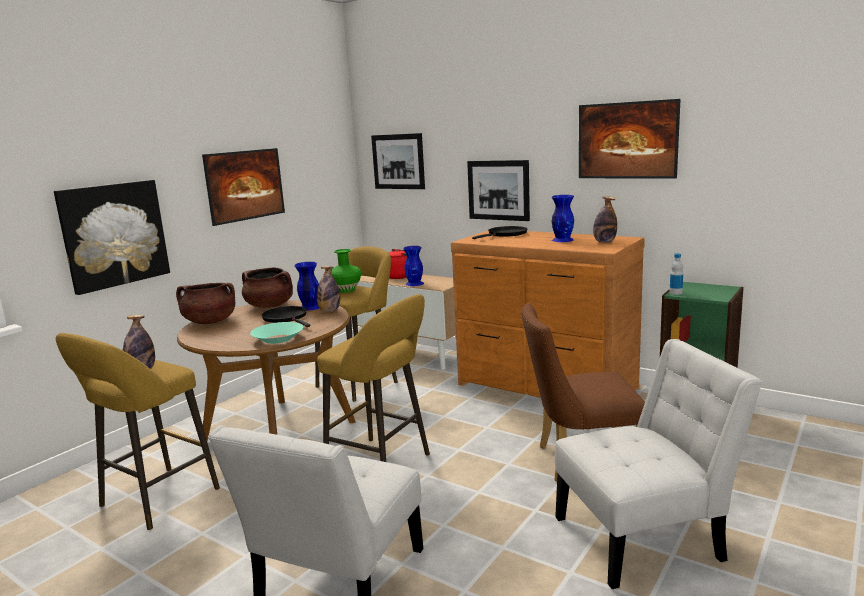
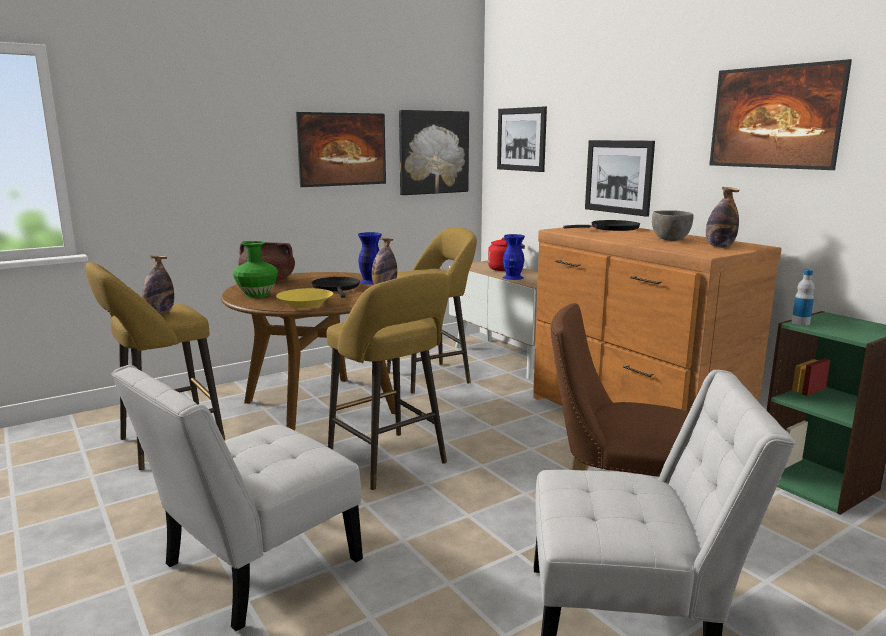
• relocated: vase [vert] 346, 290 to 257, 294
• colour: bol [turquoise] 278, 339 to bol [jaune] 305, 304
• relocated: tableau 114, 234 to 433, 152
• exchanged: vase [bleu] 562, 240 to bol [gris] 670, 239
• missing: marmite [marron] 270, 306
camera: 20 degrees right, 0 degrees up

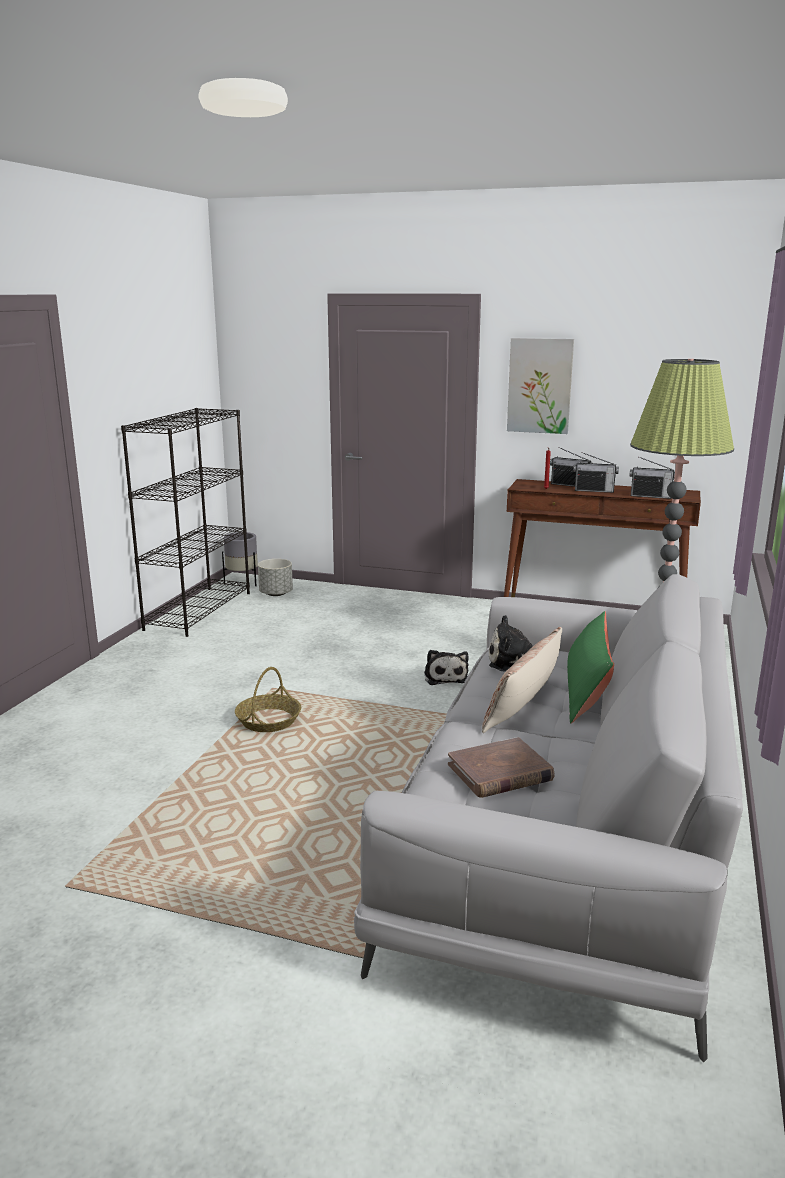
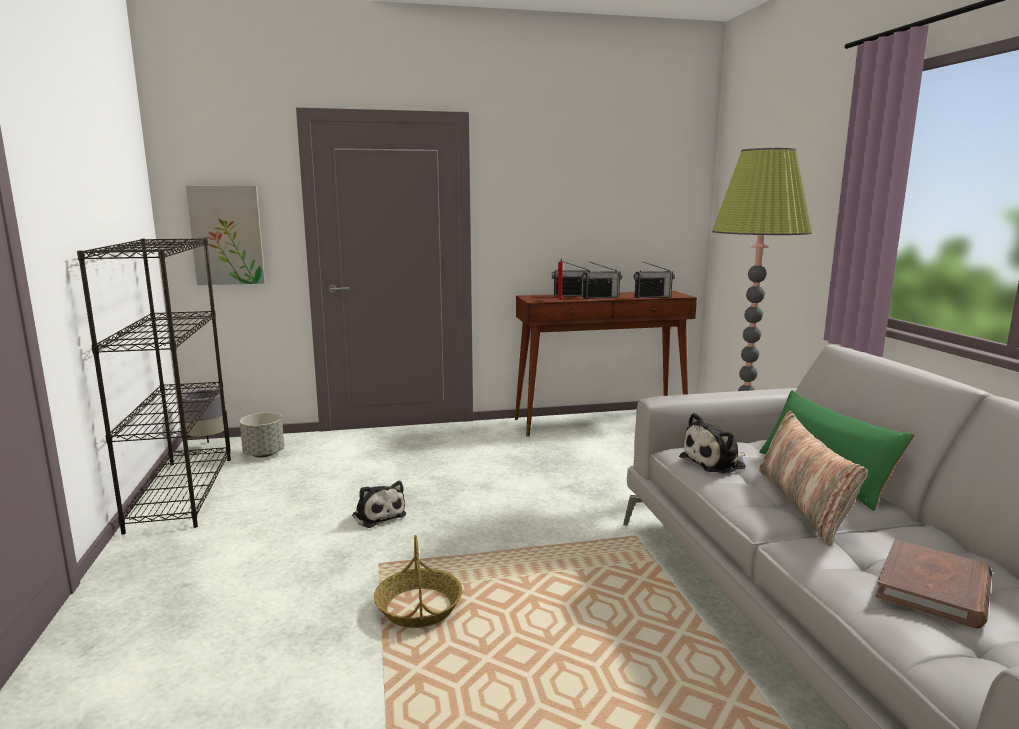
• relocated: tableau 540, 386 to 227, 235
• relocated: peluche 445, 677 to 378, 515
camera: 30 degrees left, 5 degrees down

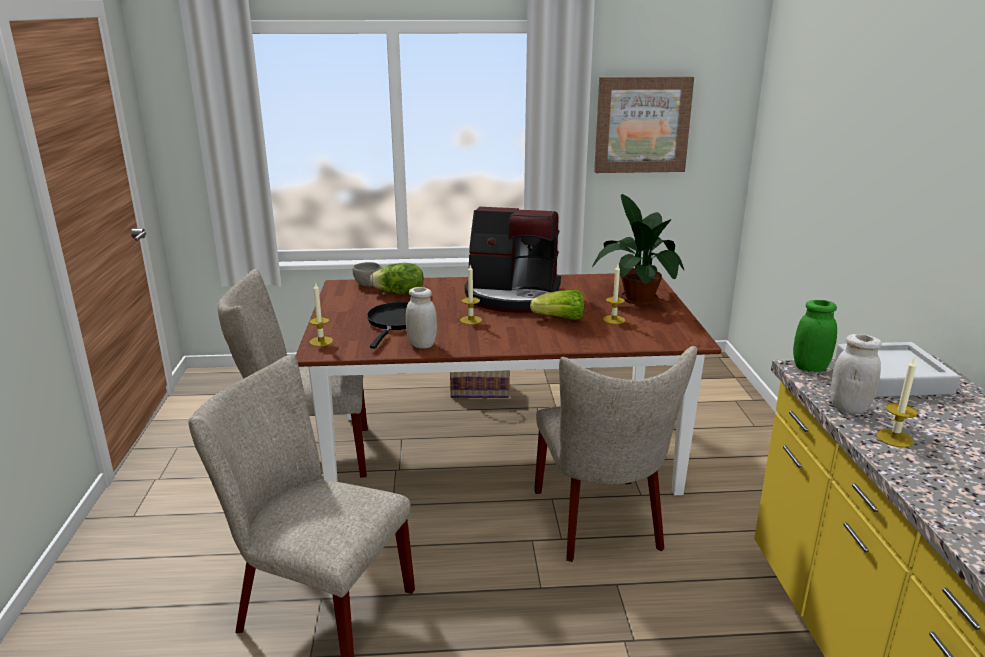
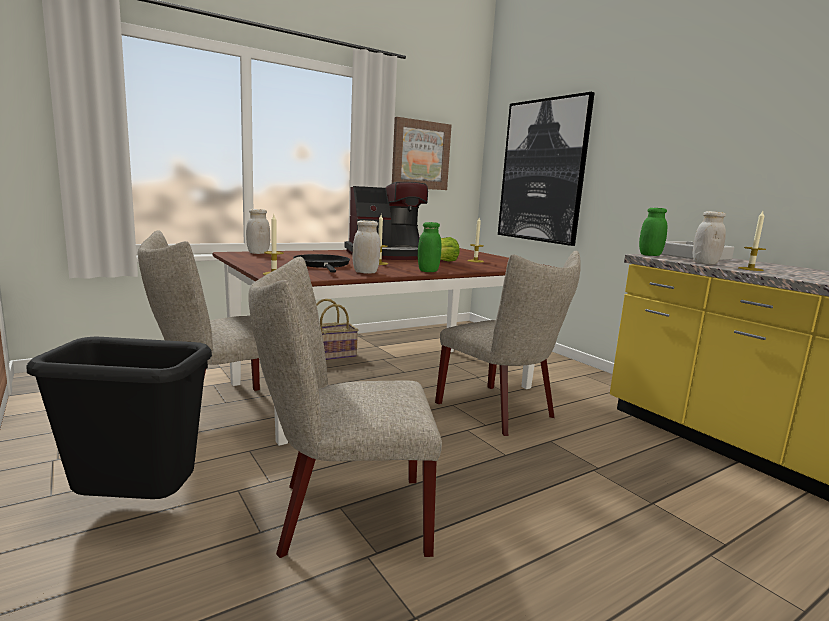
• appeared: poubelle [noir] 138, 509
• exchanged: bol [gris] 367, 285 to bocal [blanc] 258, 253
• appeared: bocal [vert] 428, 271
• appeared: tableau 542, 171
• missing: laitue 399, 293
• missing: plante en pot 637, 297
camera: 30 degrees left, 10 degrees down

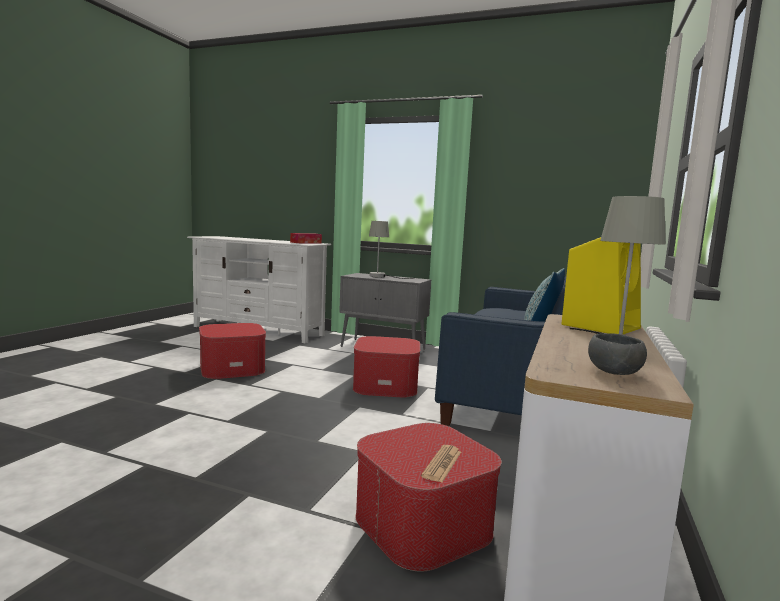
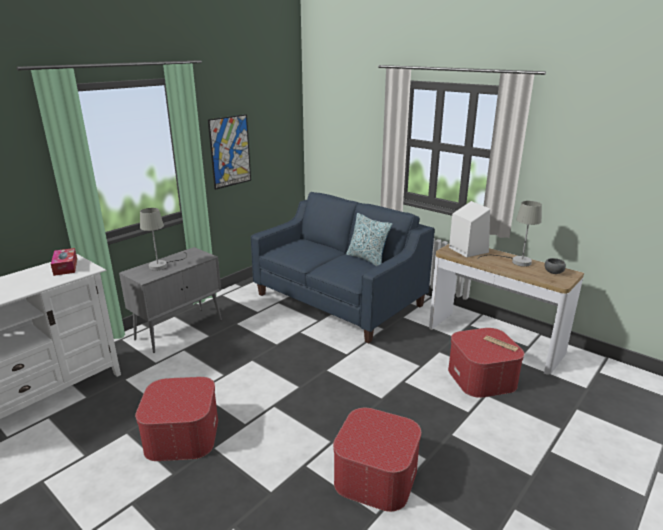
• appeared: tableau 230, 151
• relocated: pouf 386, 385 to 375, 475
• colour: enceinte [jaune] 601, 326 to enceinte [blanc] 467, 250
camera: 70 degrees left, 15 degrees up

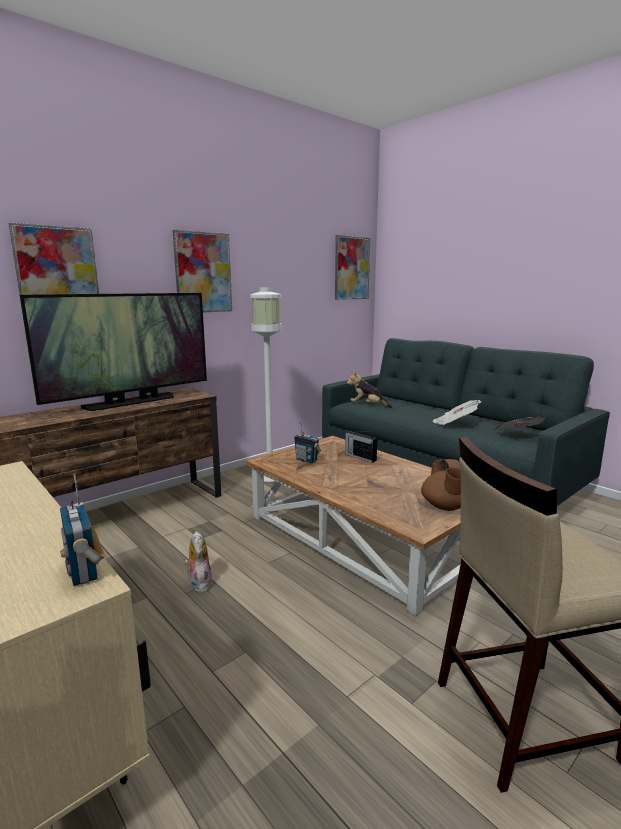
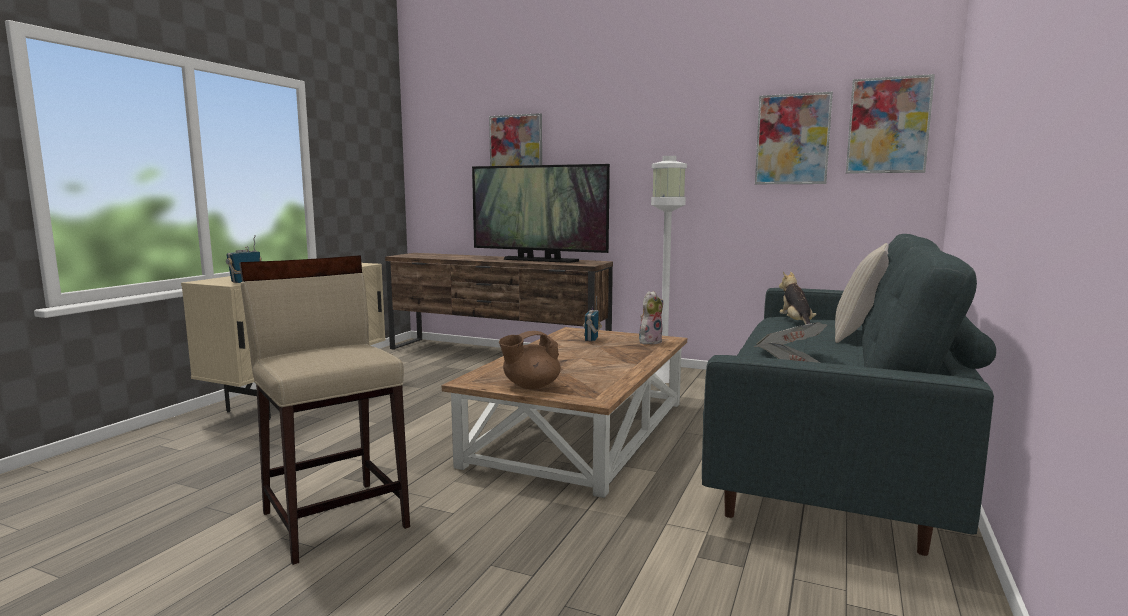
• relocated: peluche 199, 584 to 650, 341
• relocated: tableau 203, 273 to 792, 139
• appeared: coussin [beige] 859, 335
• missing: radio 360, 457
camera: 65 degrees right, 5 degrees down

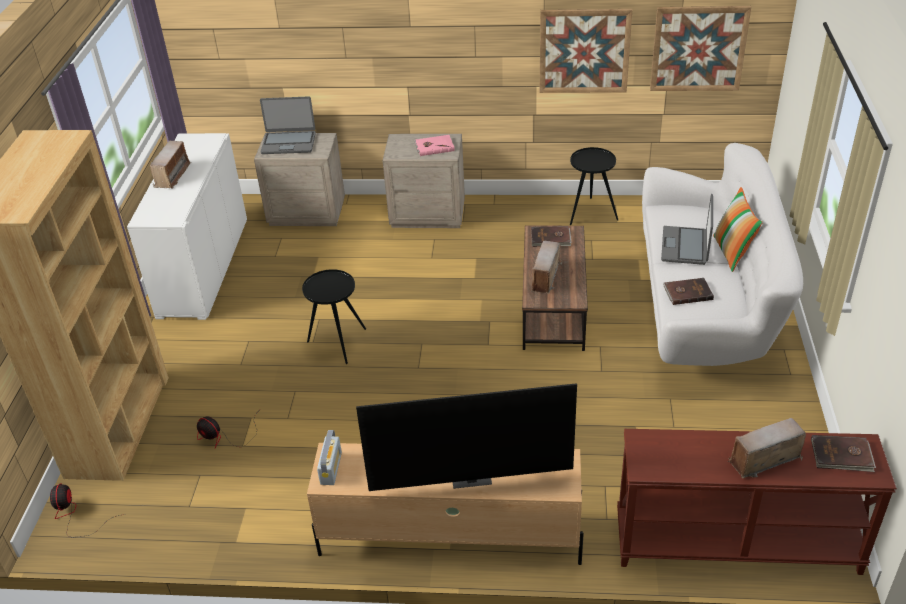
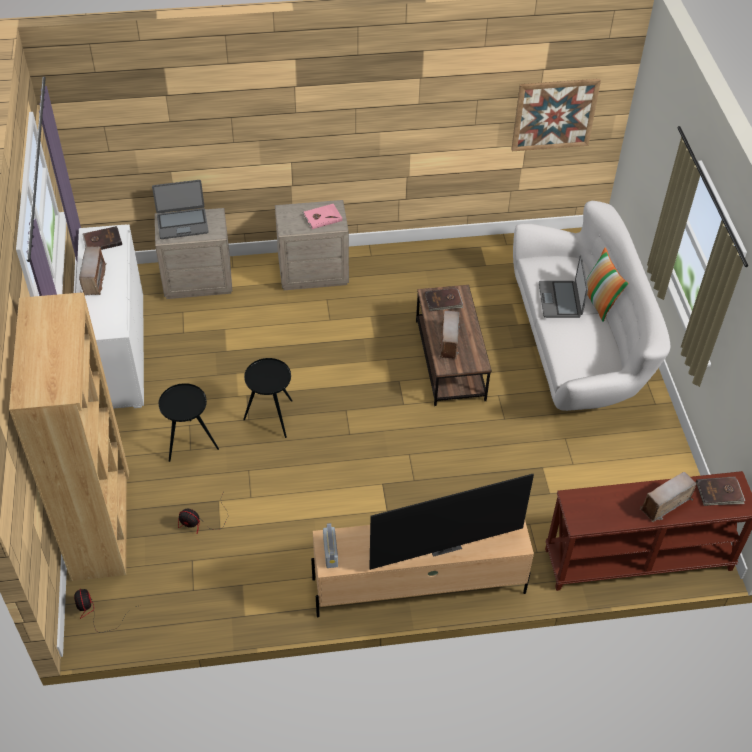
• relocated: livre [marron] 687, 292 to 102, 240
• relocated: table d'appoint [noir] 590, 214 to 190, 444
• missing: tableau 584, 51
camera: 15 degrees left, 10 degrees up

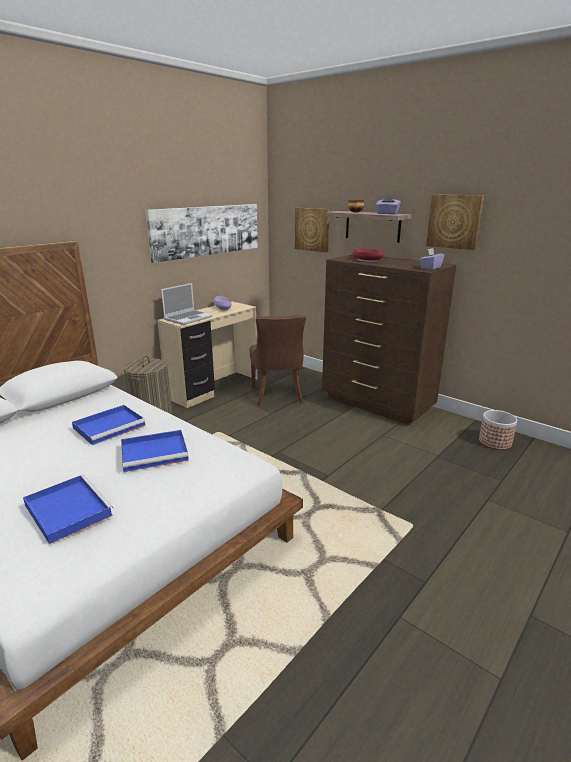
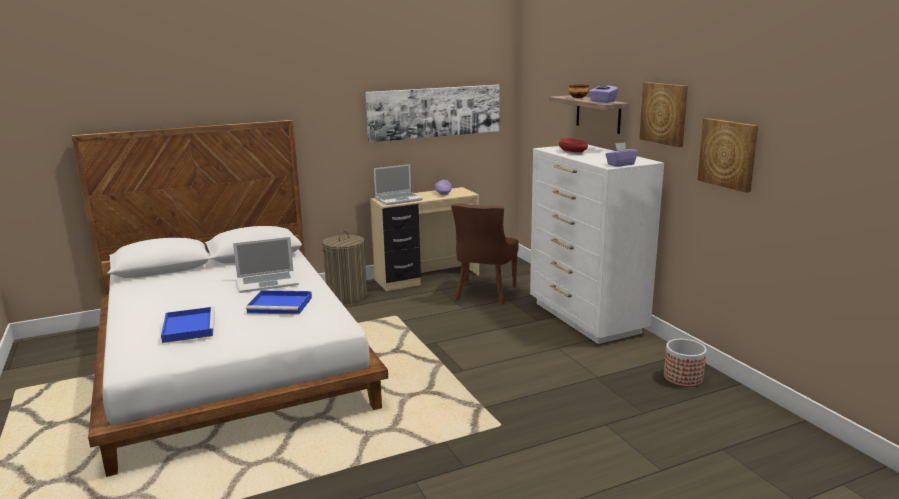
• exchanged: plateau [bleu] 110, 426 to ordinateur portable 267, 281
• colour: commode [marron] 377, 403 to commode [blanc] 585, 318
• relocated: tableau 312, 229 to 728, 154
camera: 25 degrees right, 5 degrees down

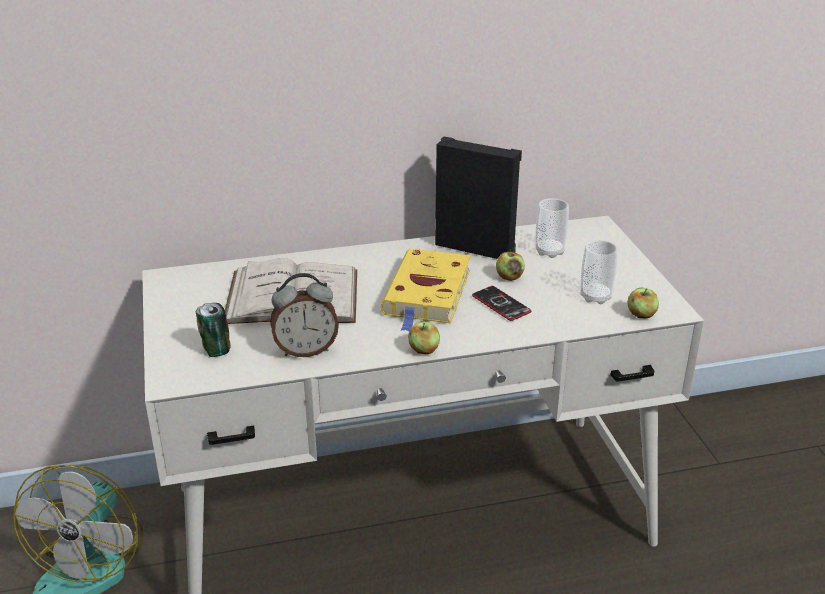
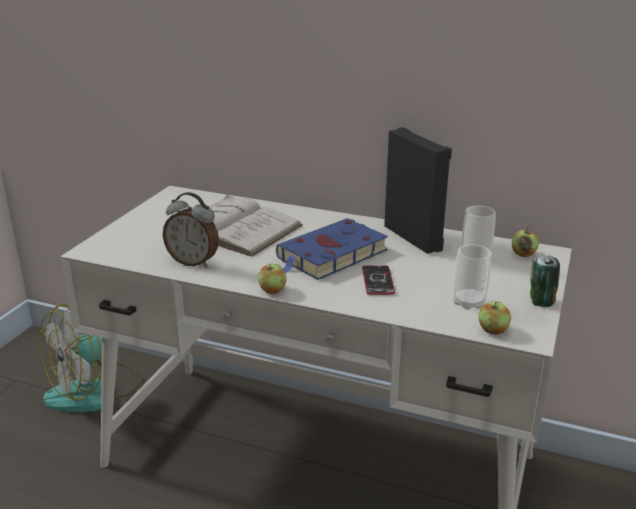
• colour: livre [jaune] 427, 294 to livre [bleu] 330, 256
• relocated: pomme 509, 277 to 523, 254
• relocated: boîte métallique 216, 351 to 540, 301
camera: 35 degrees right, 5 degrees down

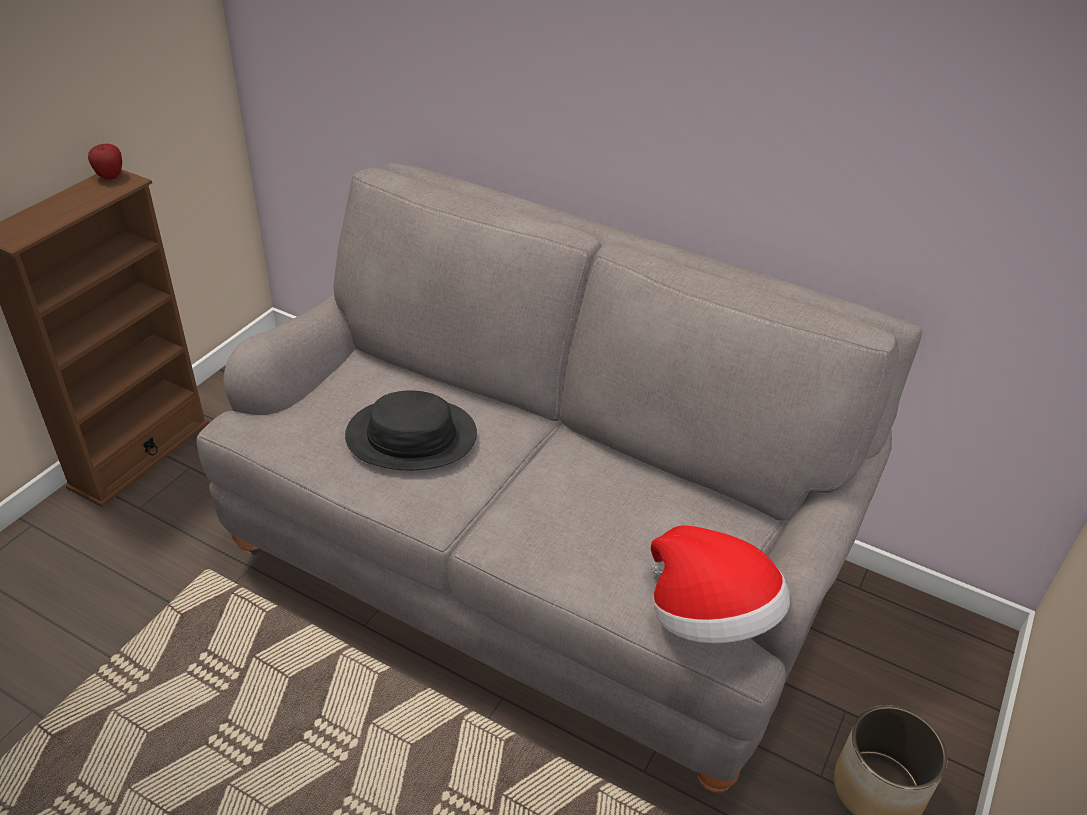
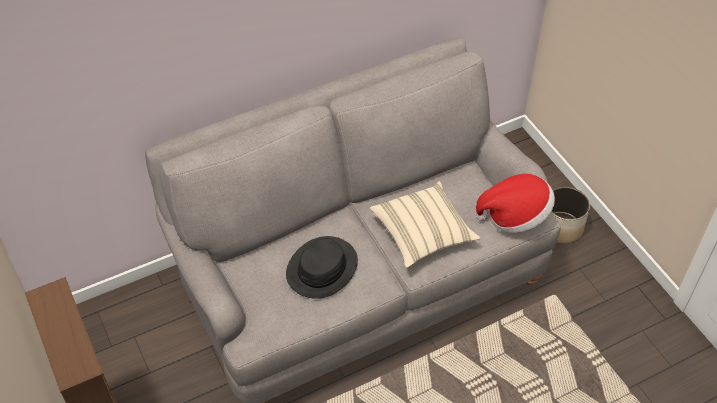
• appeared: coussin [beige] 423, 233
• missing: pomme 110, 176
camera: 55 degrees left, 10 degrees up

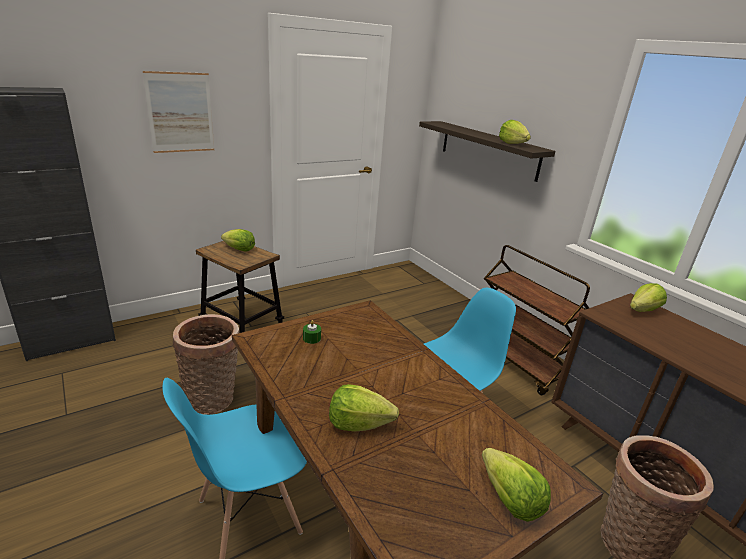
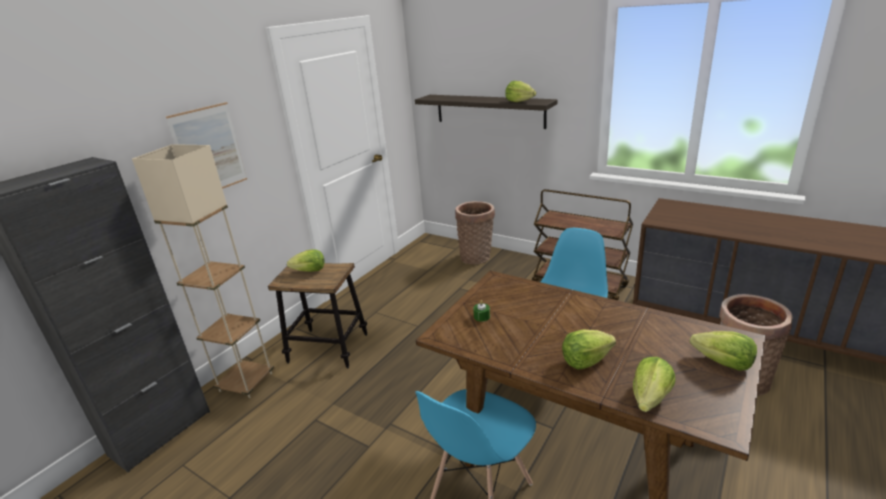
• appeared: lampadaire [beige] 246, 382
• relocated: panier 213, 399 to 477, 256
• relocated: laitue 642, 310 to 650, 398
camera: 20 degrees left, 0 degrees up

